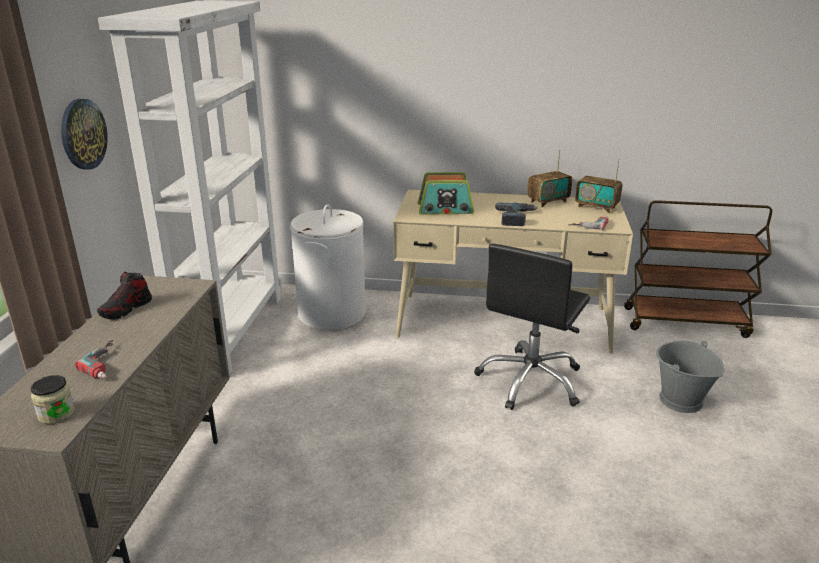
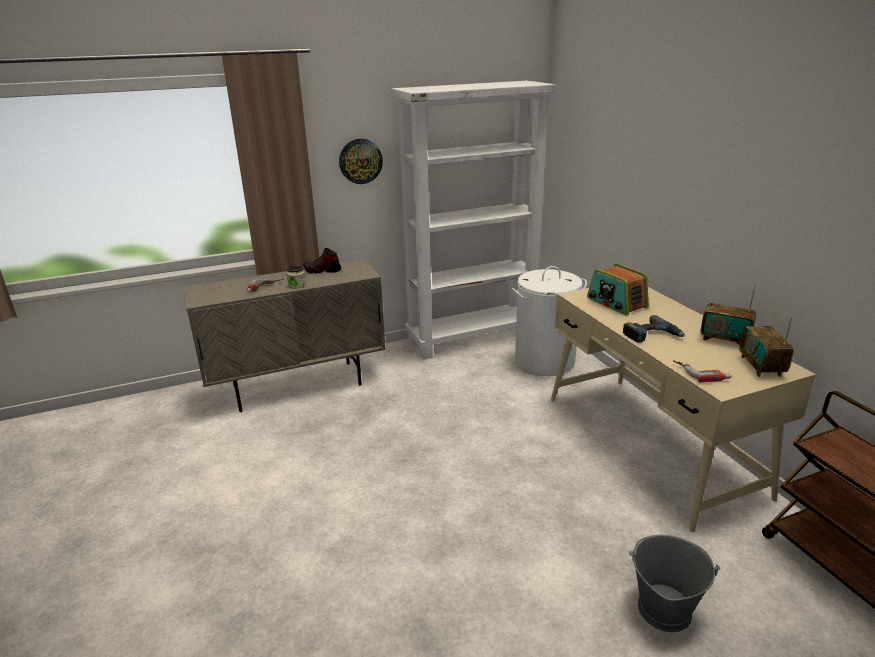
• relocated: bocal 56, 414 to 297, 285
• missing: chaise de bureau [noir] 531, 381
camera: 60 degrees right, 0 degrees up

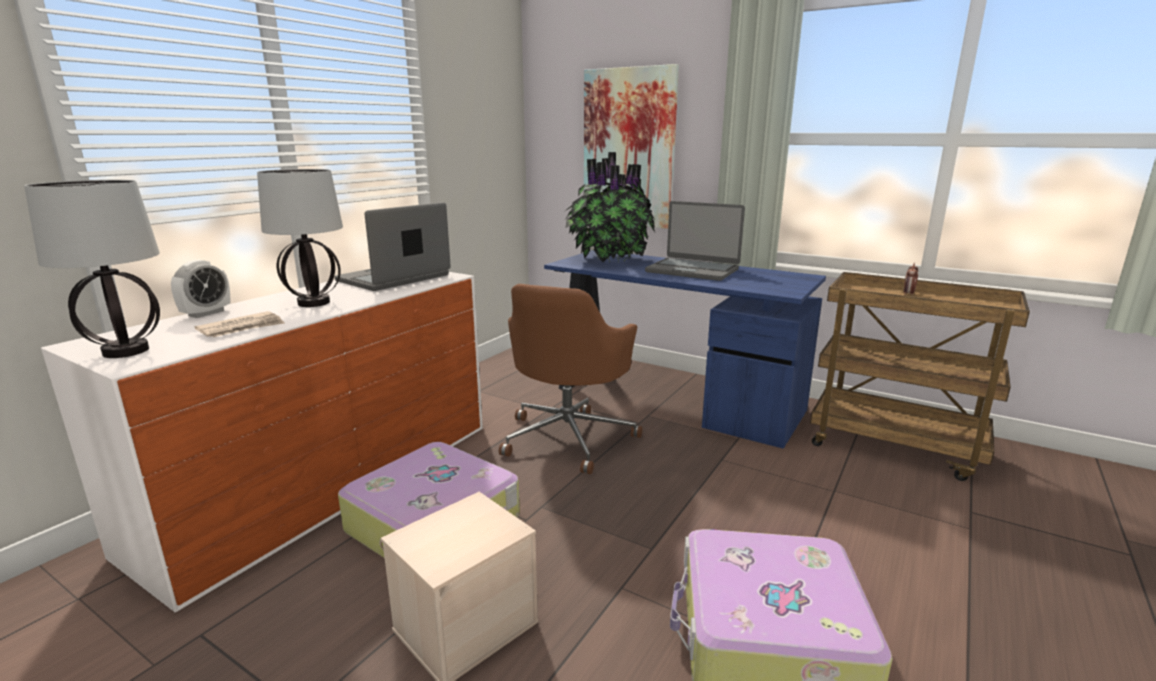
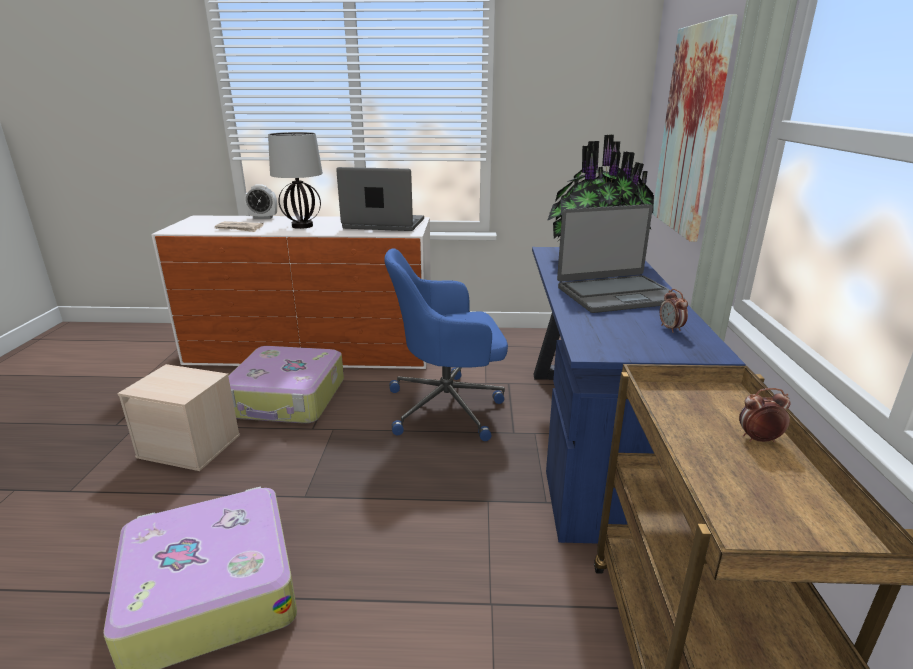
• colour: chaise de bureau [marron] 569, 437 to chaise de bureau [bleu] 448, 407
• spun: ordinateur portable 692, 270 = 617, 295 105 degrees counterclockwise
• appeared: réveil 670, 329
• missing: lampe de table 125, 352
camera: 60 degrees right, 5 degrees up

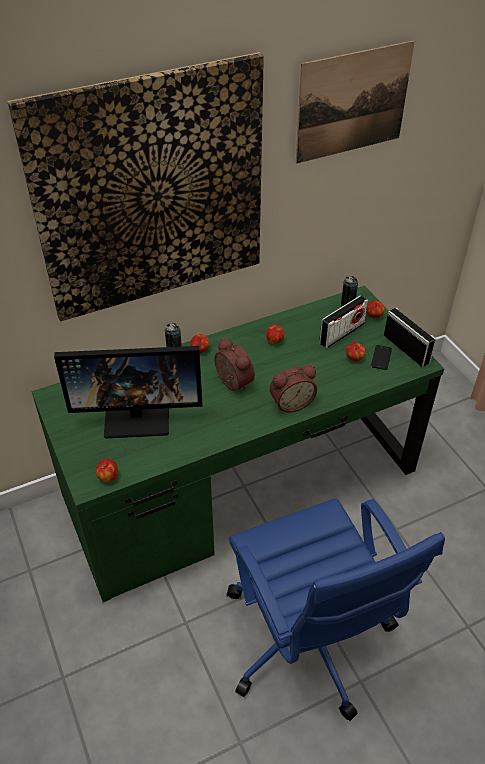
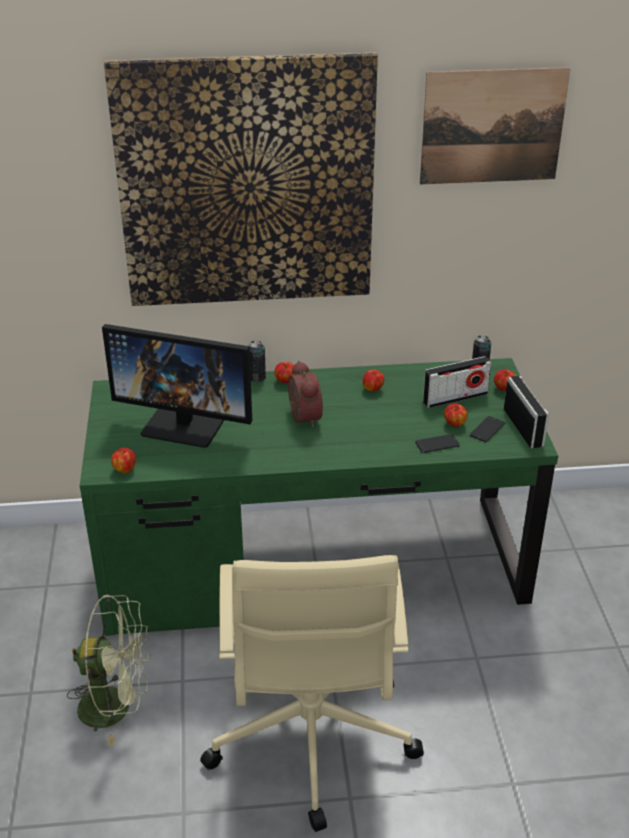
• appeared: ventilateur [vert] 116, 707
• colour: chaise de bureau [bleu] 308, 641 to chaise de bureau [beige] 310, 740
• appeared: téléphone 437, 444
• missing: réveil 291, 402
camera: 20 degrees right, 10 degrees down

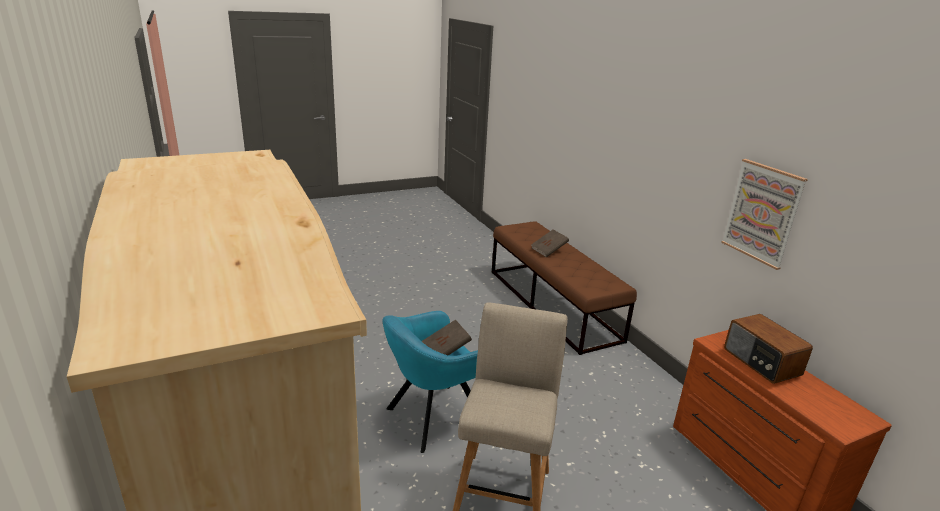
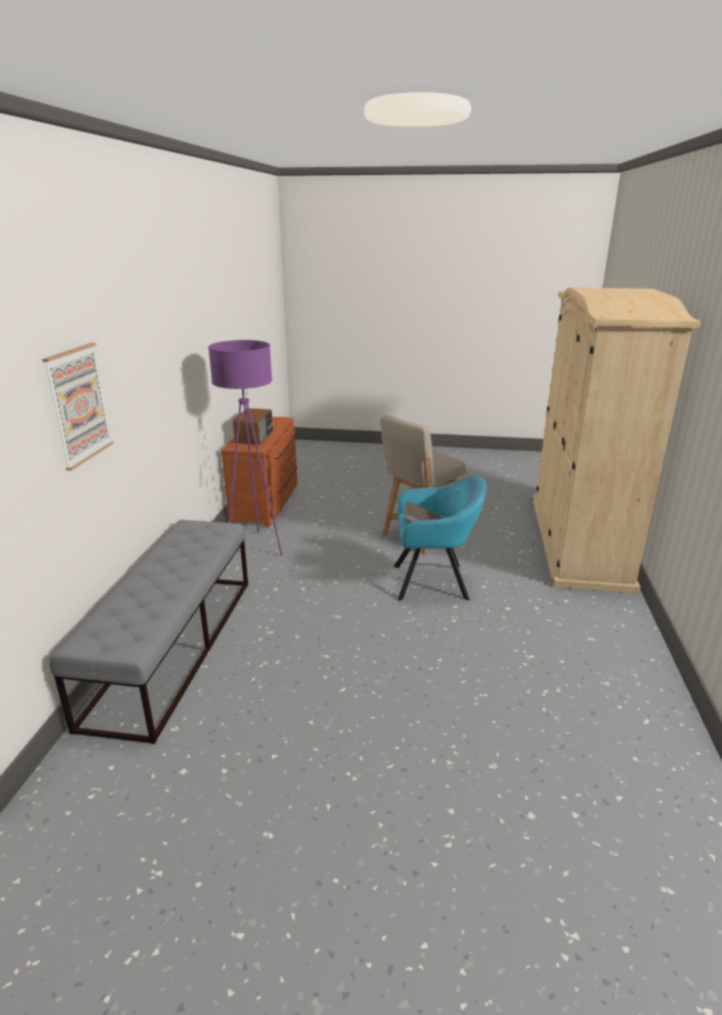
• relocated: tableau 762, 213 to 78, 405
• colour: banc [marron] 552, 304 to banc [gris] 174, 646
• appeared: lampadaire [violet] 255, 548
• missing: livre [marron] 549, 250
camera: 145 degrees left, 0 degrees up

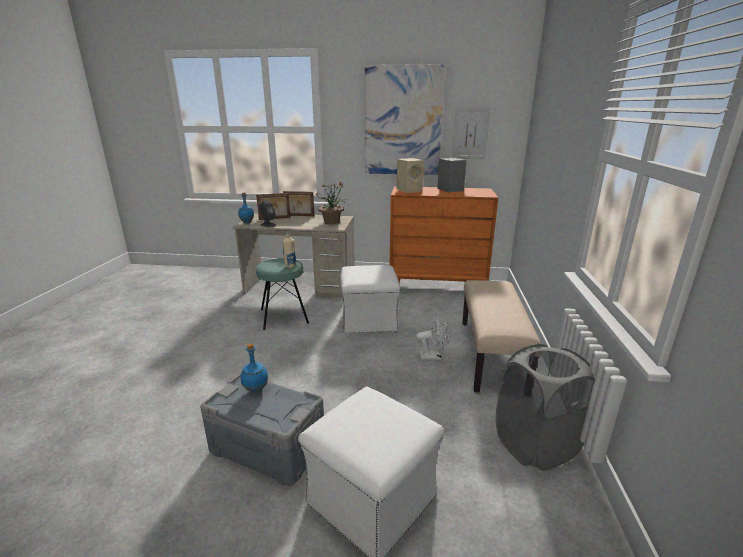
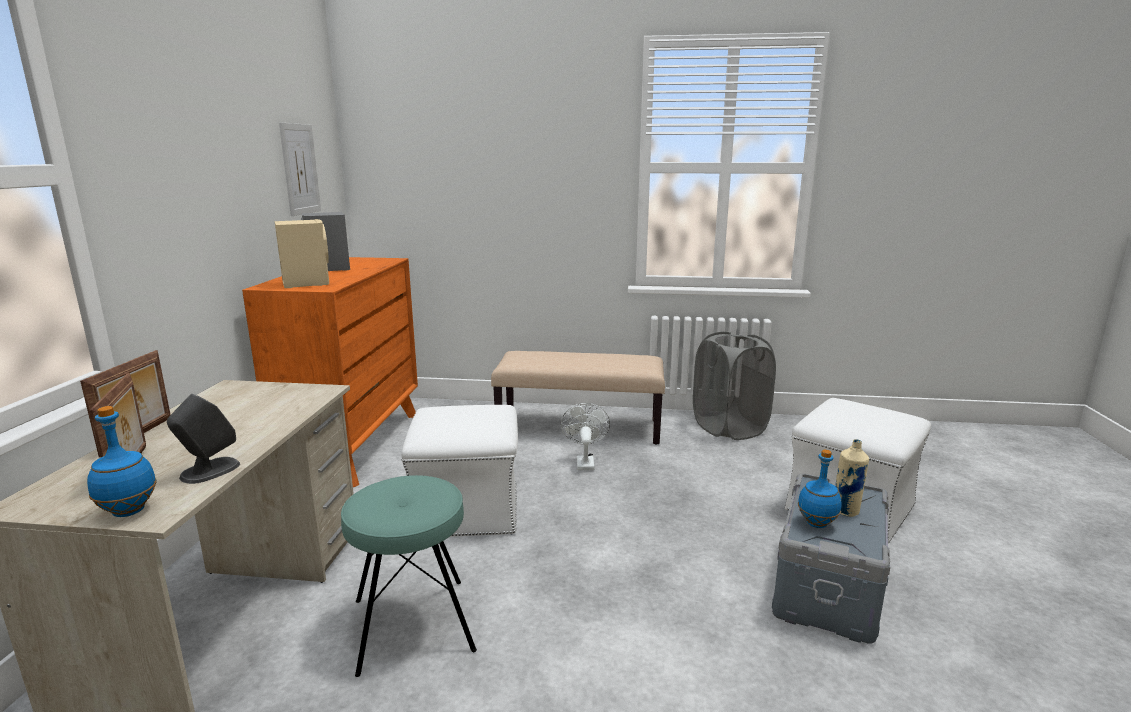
• relocated: bouteille [beige] 290, 266 to 845, 511
• missing: plante en pot 332, 222
• missing: tableau 403, 121
camera: 90 degrees left, 5 degrees down

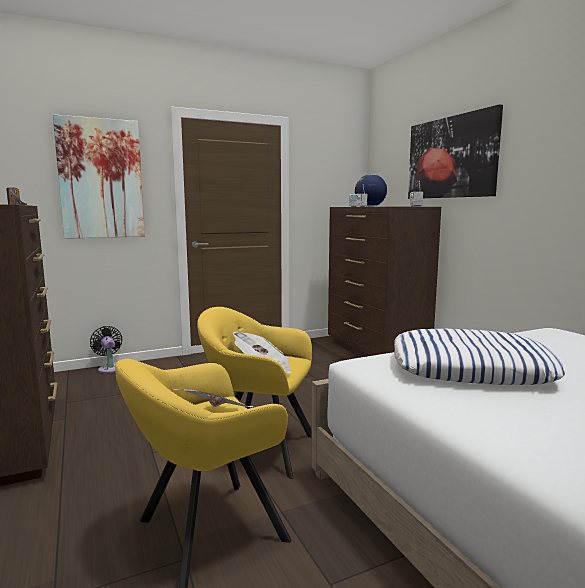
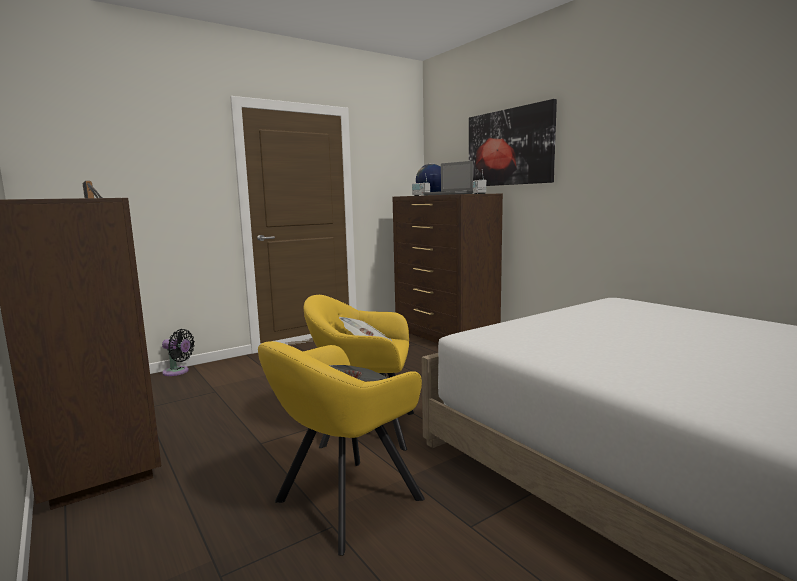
• spun: ventilateur [noir] 109, 368 = 178, 372 150 degrees clockwise
• appeared: ordinateur portable 449, 194
• missing: tableau 101, 179
• missing: coussin 469, 368
camera: 10 degrees left, 0 degrees up

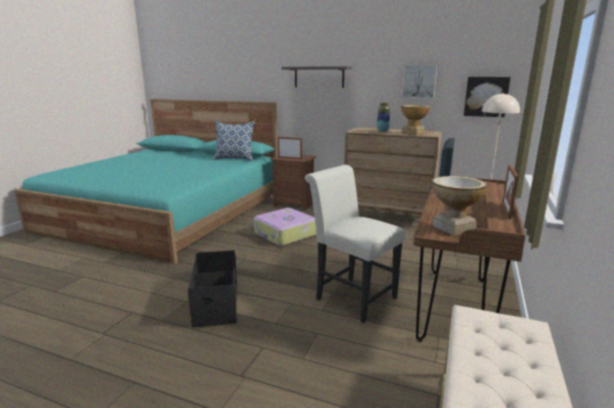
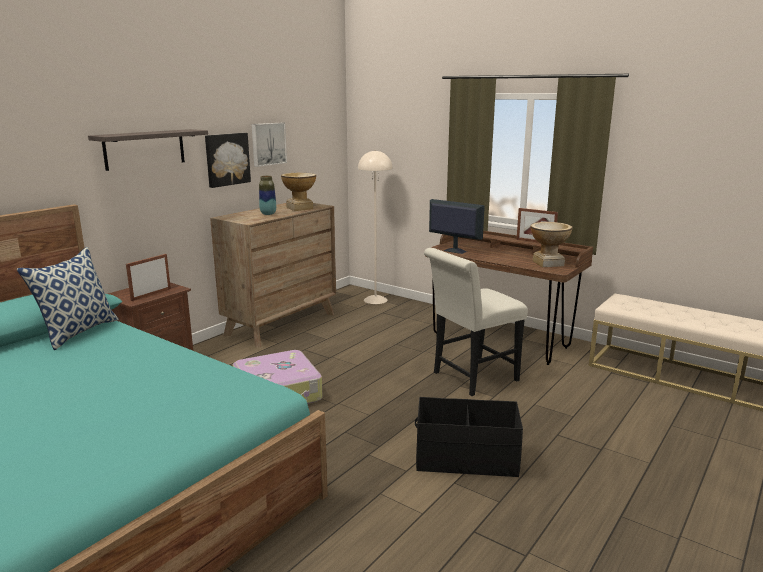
• relocated: tableau 486, 96 to 227, 159
camera: 75 degrees left, 0 degrees up

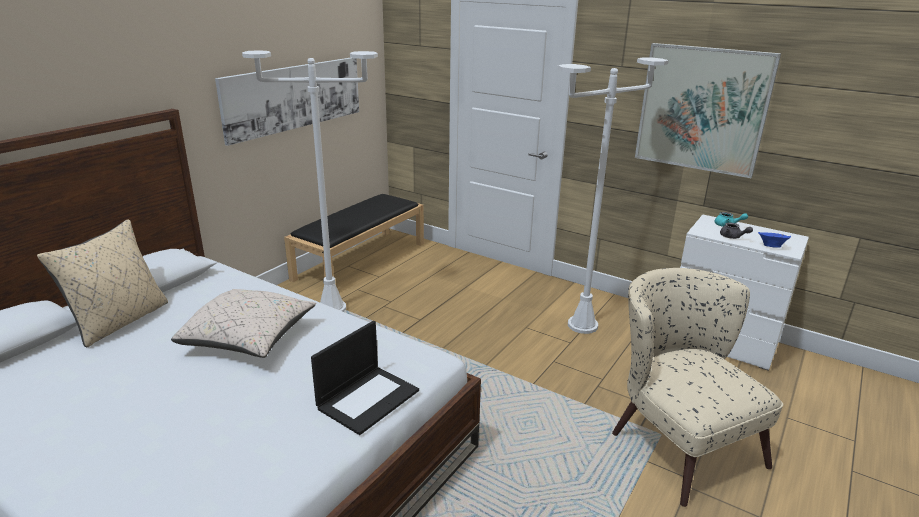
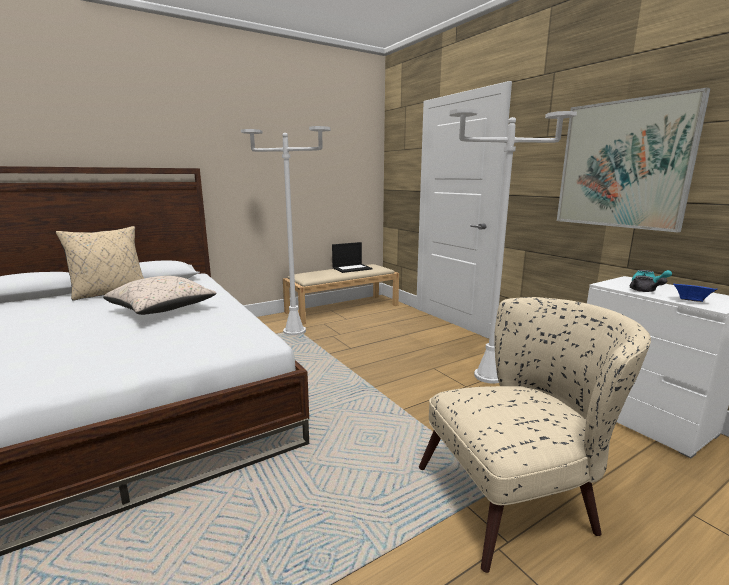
• colour: banc [noir] 361, 260 to banc [beige] 343, 308
• relocated: ordinateur portable 368, 398 to 352, 268
• spun: fauteuil [beige] 676, 440 = 518, 496 75 degrees clockwise
• missing: tableau 294, 97
camera: 25 degrees right, 10 degrees down

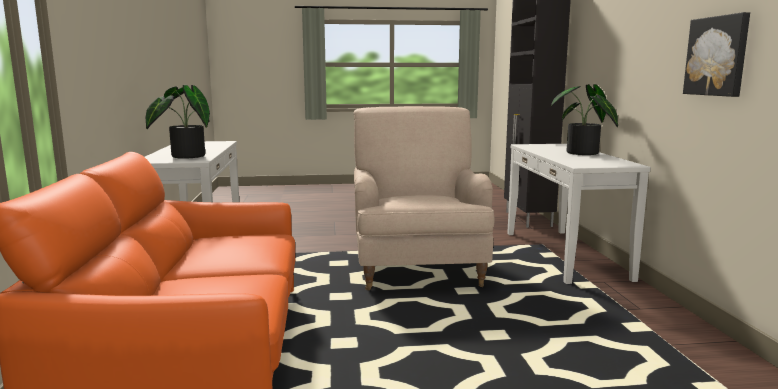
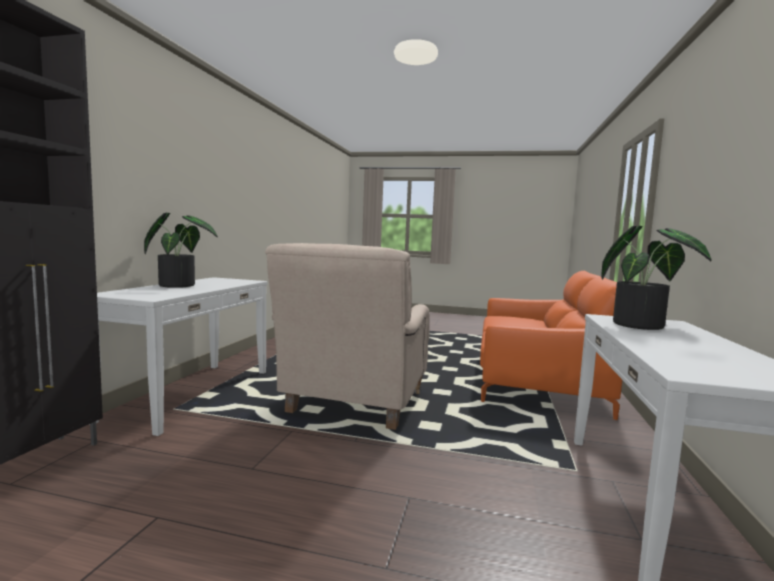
• missing: tableau 717, 56
camera: 160 degrees left, 5 degrees down

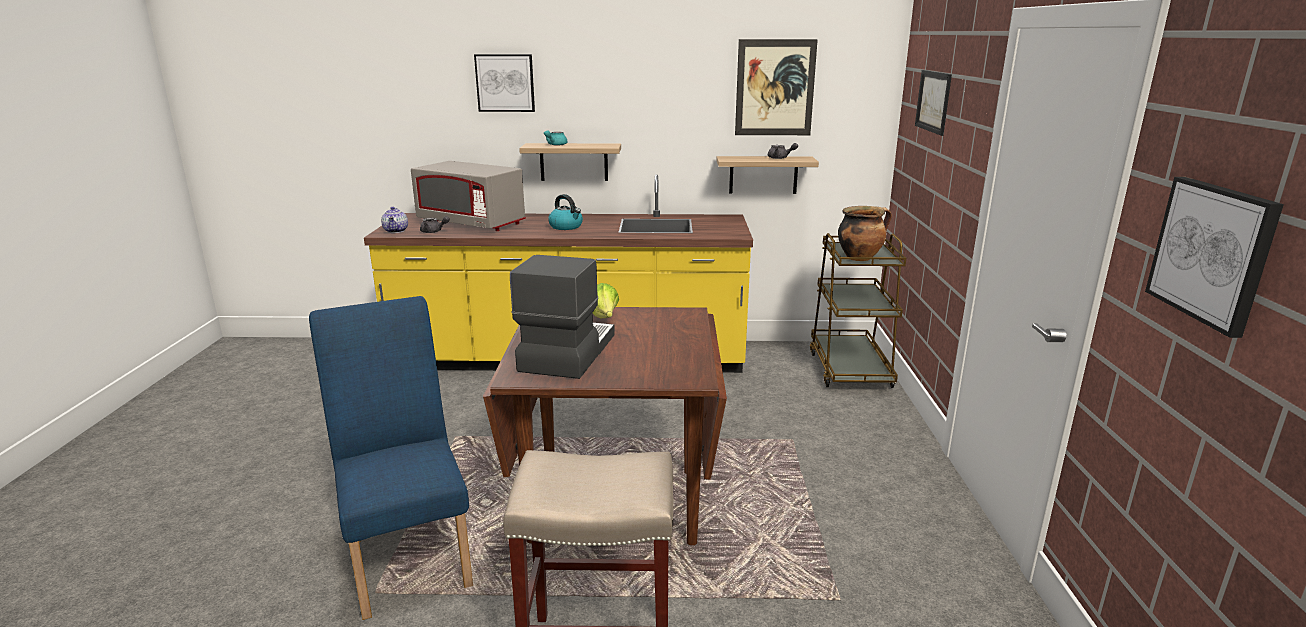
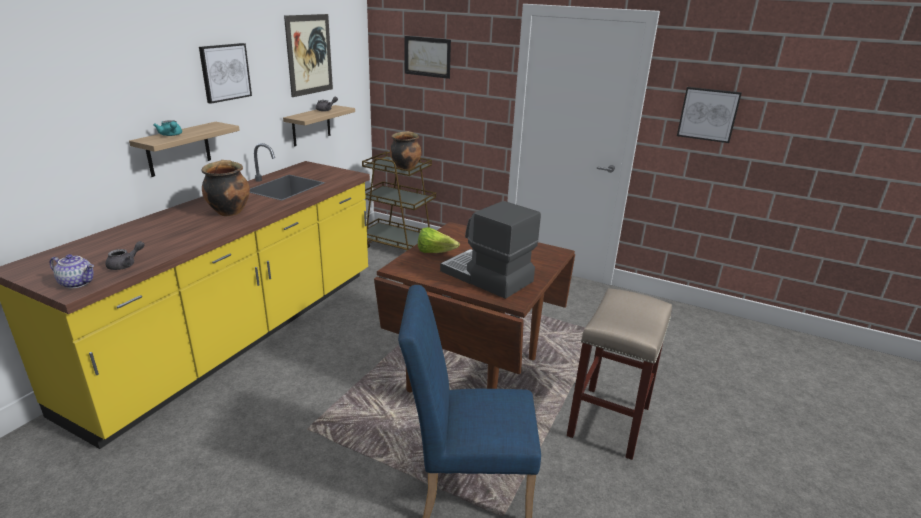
• relocated: tableau 505, 83 to 225, 72
• exchanged: bouilloire 566, 227 to marmite 229, 211
• missing: micro-ondes [gris] 471, 223
camera: 65 degrees left, 5 degrees up

